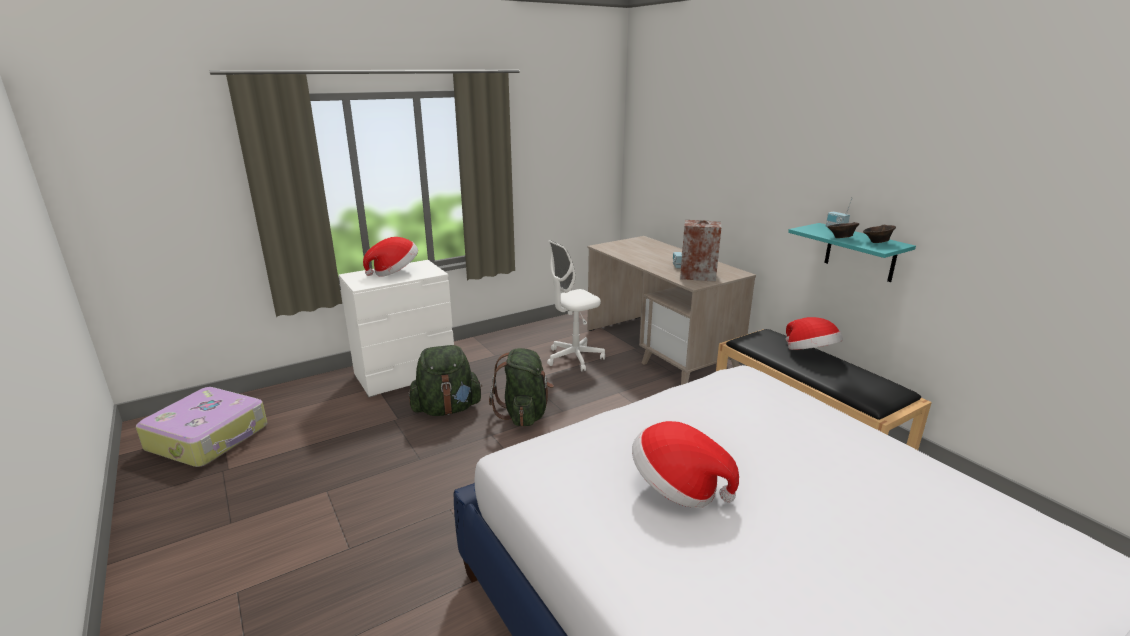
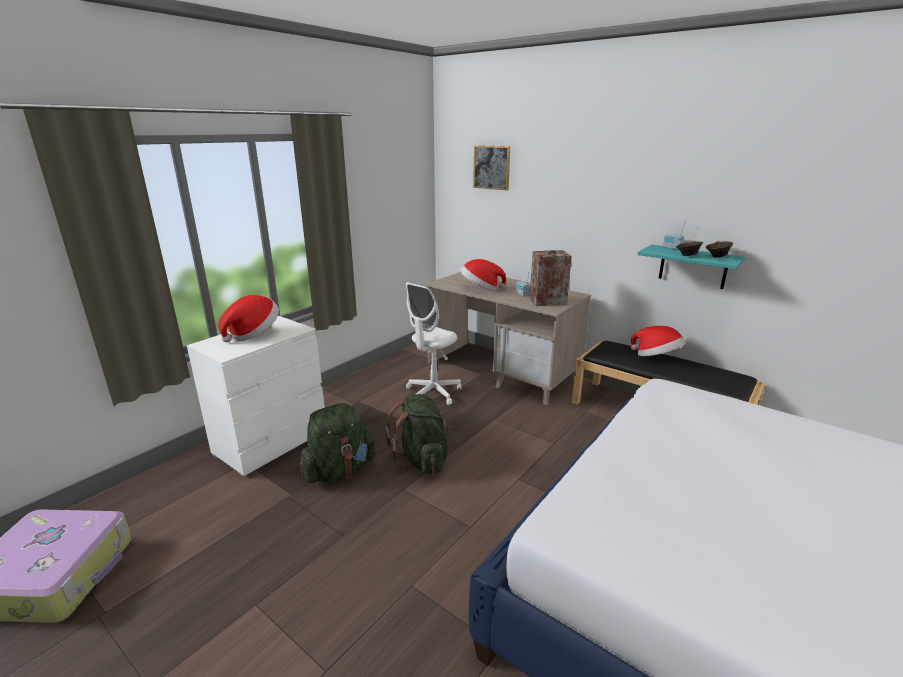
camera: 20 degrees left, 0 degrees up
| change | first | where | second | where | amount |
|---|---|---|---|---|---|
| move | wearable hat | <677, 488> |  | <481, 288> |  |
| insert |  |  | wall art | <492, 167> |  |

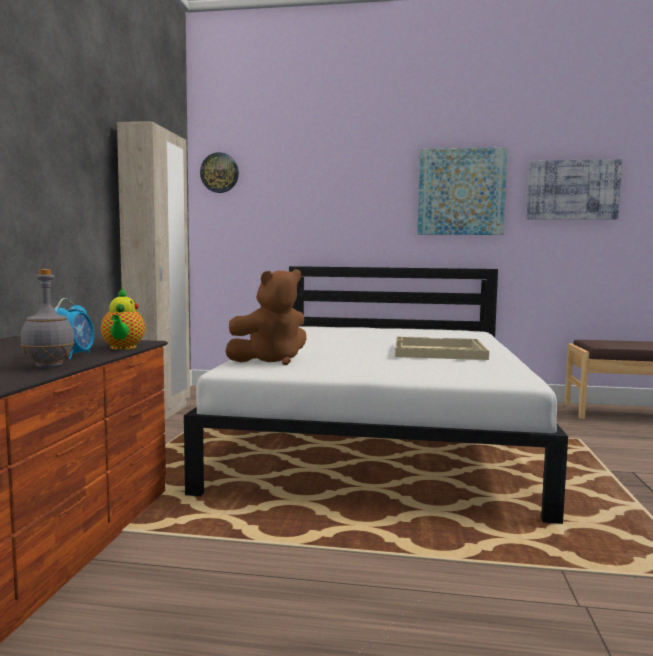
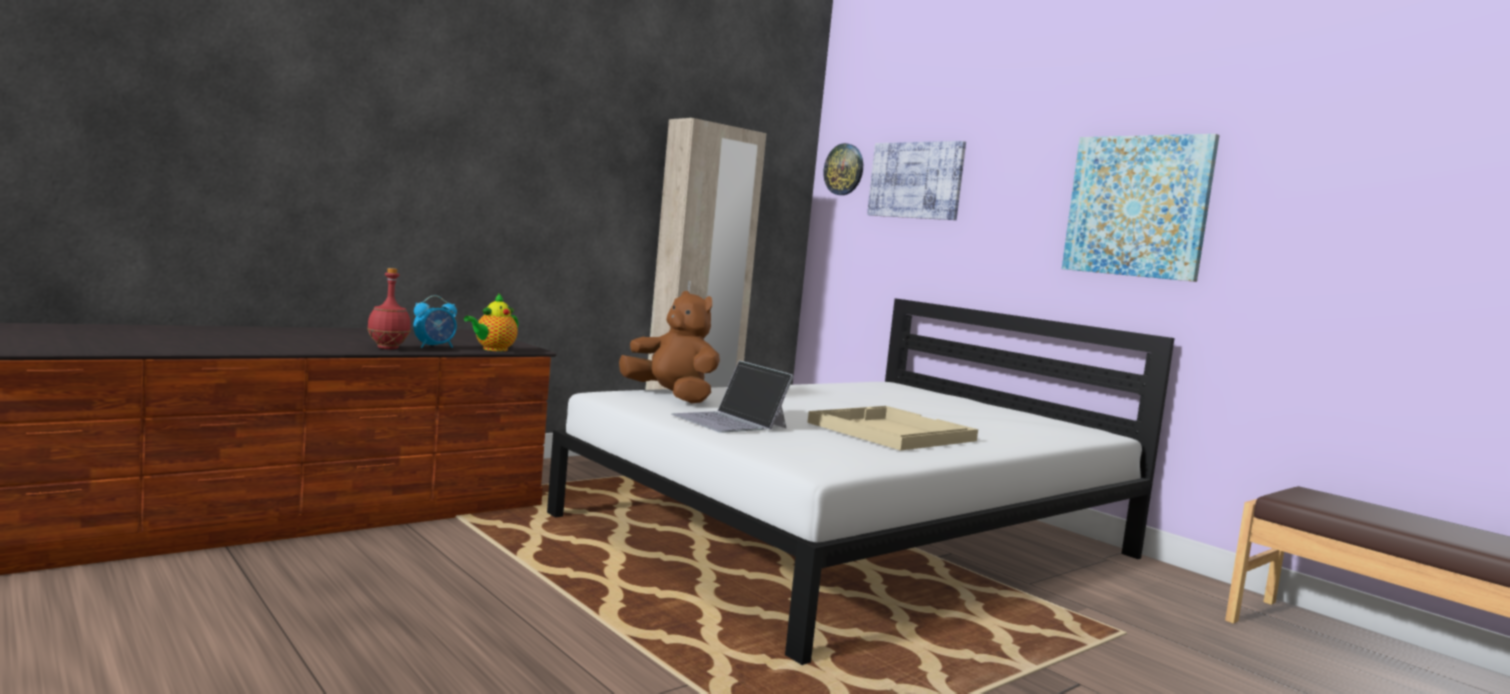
camera: 40 degrees right, 0 degrees up
| change | first | where | second | where | amount |
|---|---|---|---|---|---|
| recolor | greyish bottle | <48, 366> | reddish bottle | <387, 348> |  |
| rotate | brownish soft toy | <271, 361> |  | <671, 397> | 150 degrees counterclockwise |
| insert |  |  | notebook computer | <730, 421> |  |
| move | wall art | <572, 190> |  | <916, 180> |  |

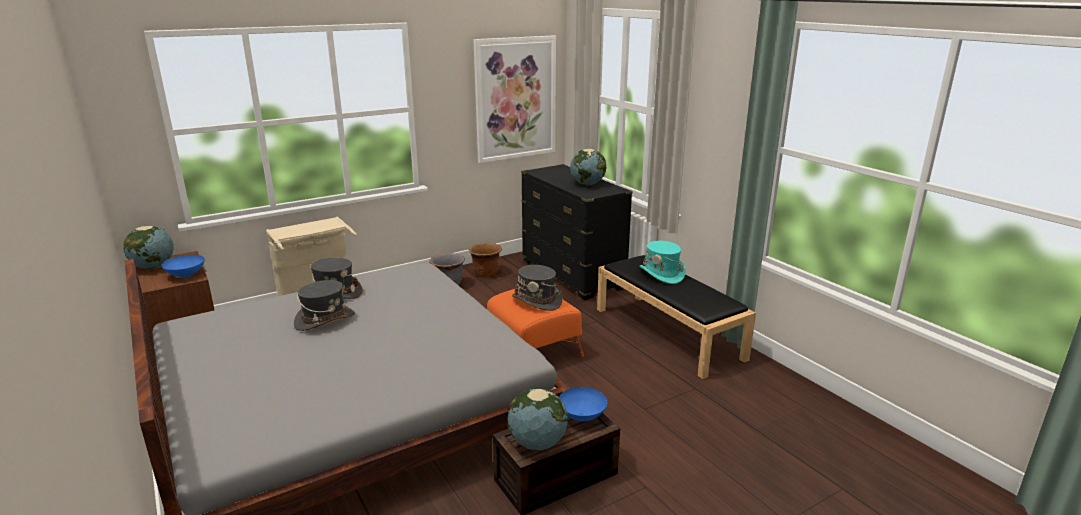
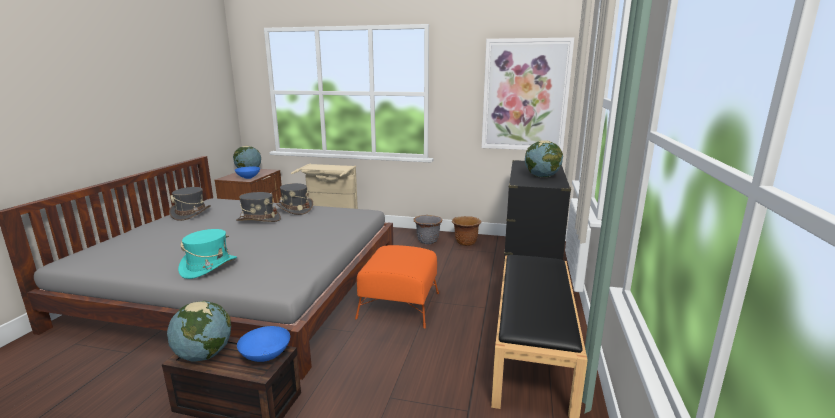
camera: 45 degrees right, 5 degrees down
| change | first | where | second | where | amount |
|---|---|---|---|---|---|
| move | greyish wearable hat | <537, 300> |  | <191, 214> |  |
| move | turquoise-coloured wearable hat | <662, 274> |  | <209, 267> |  |

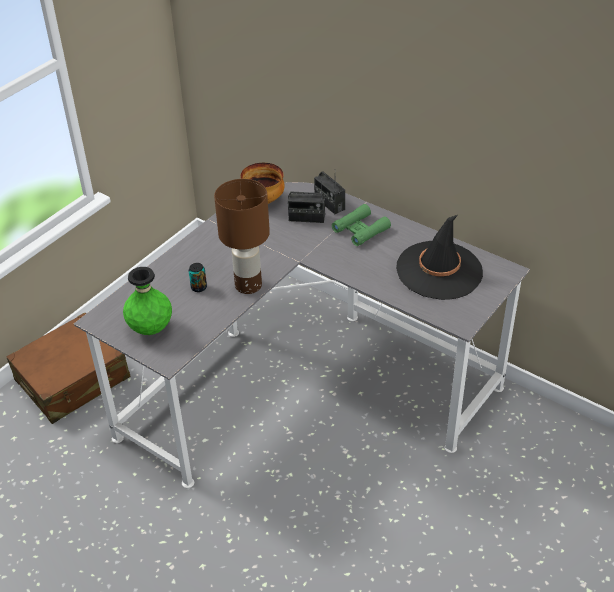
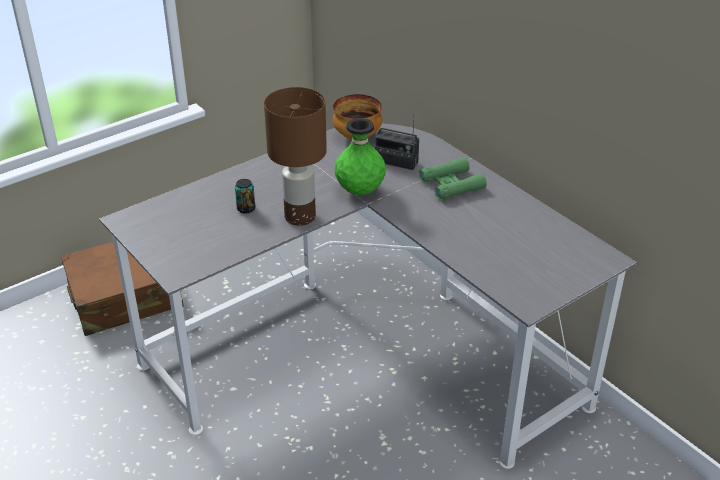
camera: 15 degrees right, 5 degrees down
| change | first | where | second | where | amount |
|---|---|---|---|---|---|
| move | green flower vase | <151, 329> |  | <360, 191> |  |
| delete | radio receiver | <329, 203> |  |  |  |
| delete | black wearable hat | <439, 270> |  |  |  |

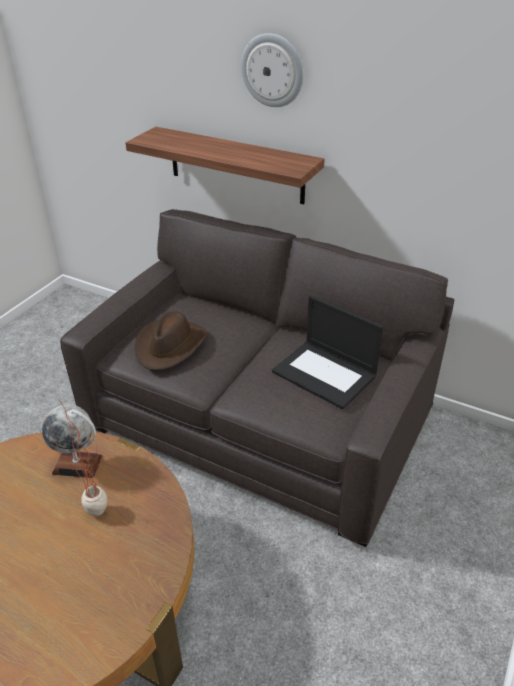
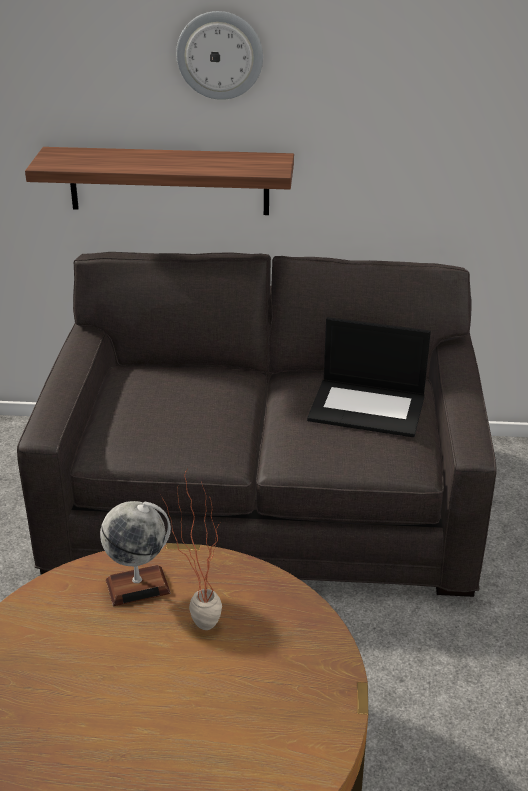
camera: 25 degrees left, 5 degrees down
| change | first | where | second | where | amount |
|---|---|---|---|---|---|
| delete | brownish wearable hat | <171, 346> |  |  |  |

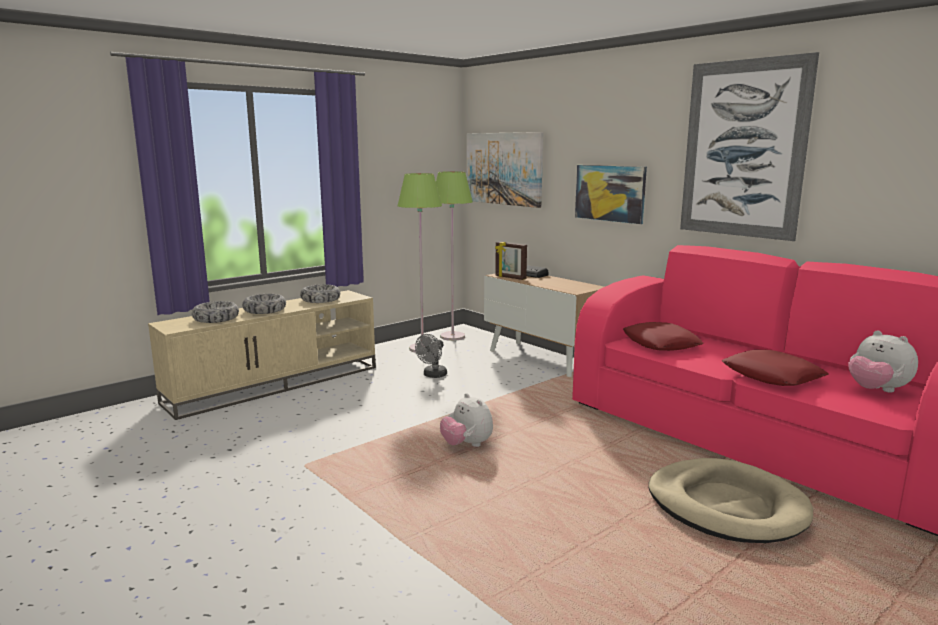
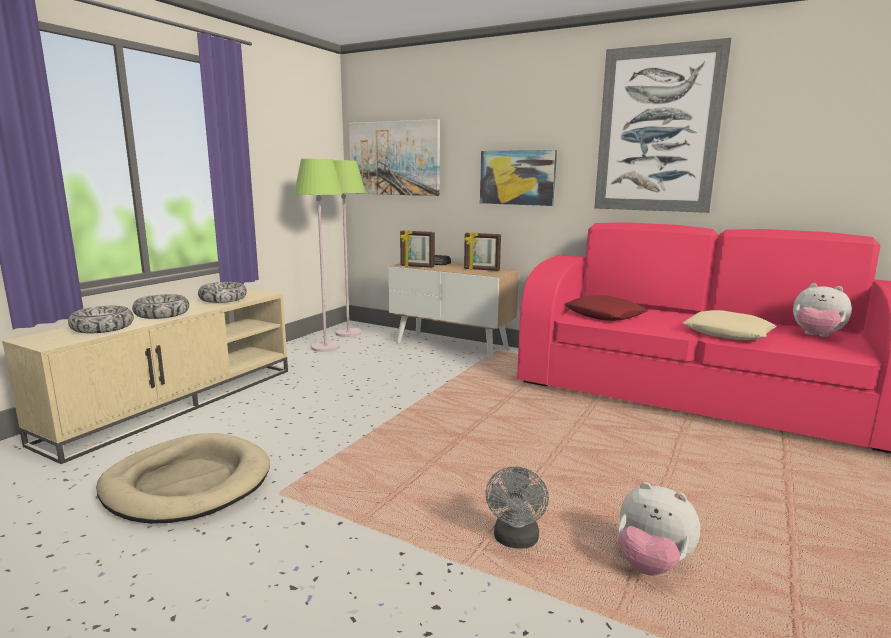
camera: 20 degrees left, 0 degrees up
| change | first | where | second | where | amount |
|---|---|---|---|---|---|
| move | beige pet bed | <726, 506> |  | <187, 483> |  |
| insert |  |  | picture frame | <481, 270> |  |
| move | greyish fan | <433, 375> |  | <515, 540> |  |
| move | soft toy | <467, 445> |  | <651, 564> |  |
| recolor | reddish cushion | <772, 376> | beige cushion | <727, 333> |  |

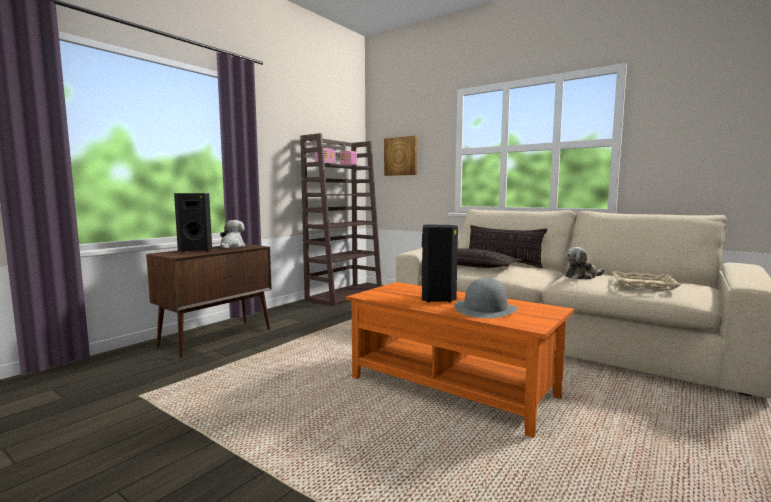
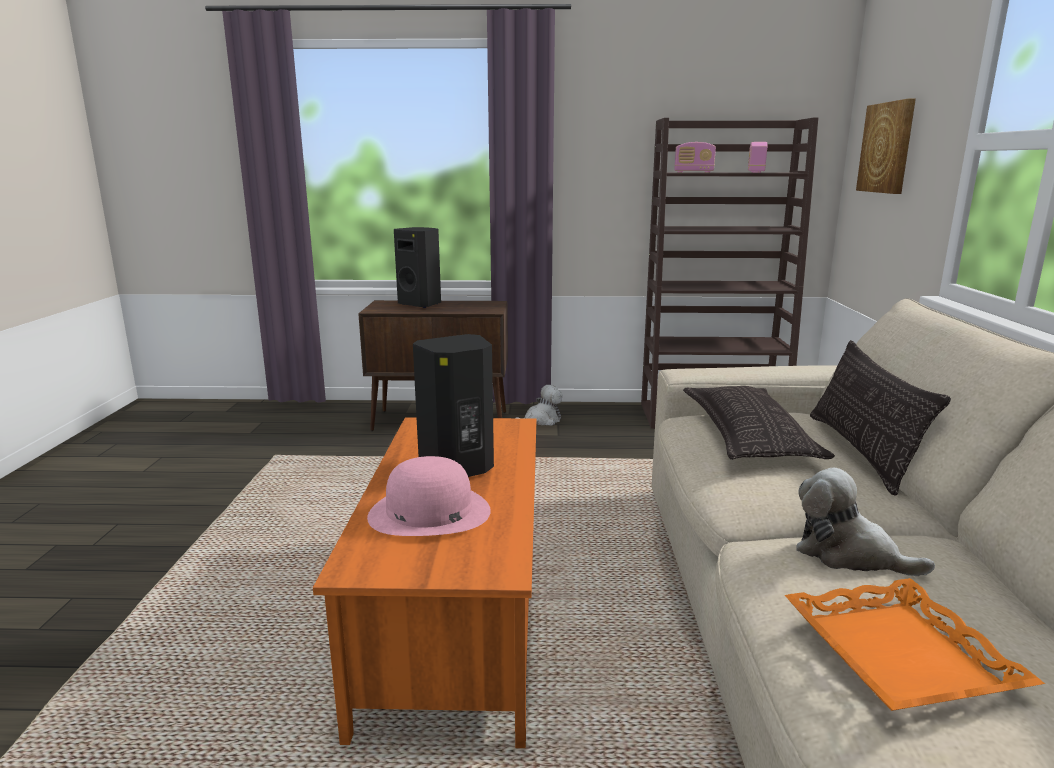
camera: 55 degrees right, 10 degrees up
| change | first | where | second | where | amount |
|---|---|---|---|---|---|
| recolor | greyish wearable hat | <485, 309> | pink wearable hat | <429, 512> |  |
| move | soft toy | <232, 246> |  | <541, 420> |  |
| recolor | beige carrying tray | <643, 284> | orange carrying tray | <900, 654> |  |

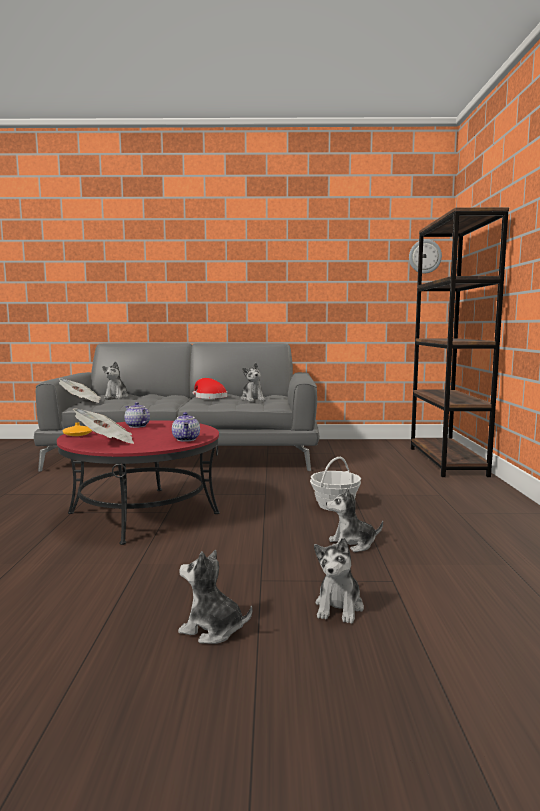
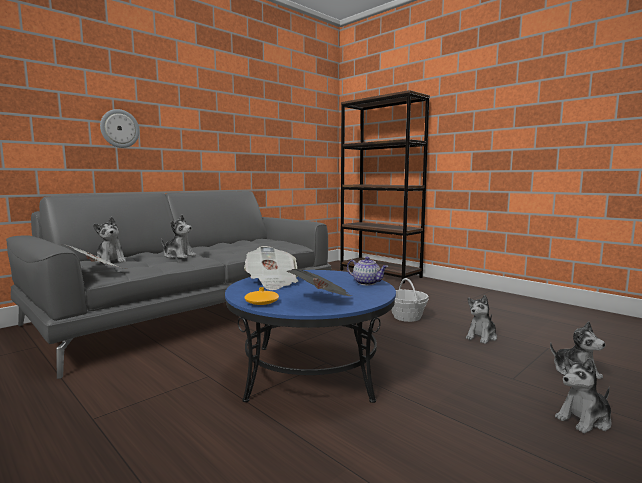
camera: 45 degrees left, 0 degrees up
| change | first | where | second | where | amount |
|---|---|---|---|---|---|
| move | clock on the wall | <424, 256> |  | <119, 128> |  |
| move | soft toy | <252, 399> |  | <179, 256> |  |
| recolor | reddish coffee table | <144, 513> | blue coffee table | <311, 371> |  |
| replace | teapot | <136, 426> | newspaper | <272, 282> |  |
| delete | reddish wearable hat | <209, 397> |  |  |  |

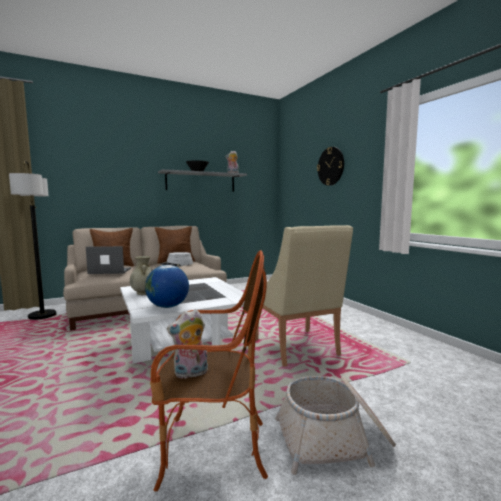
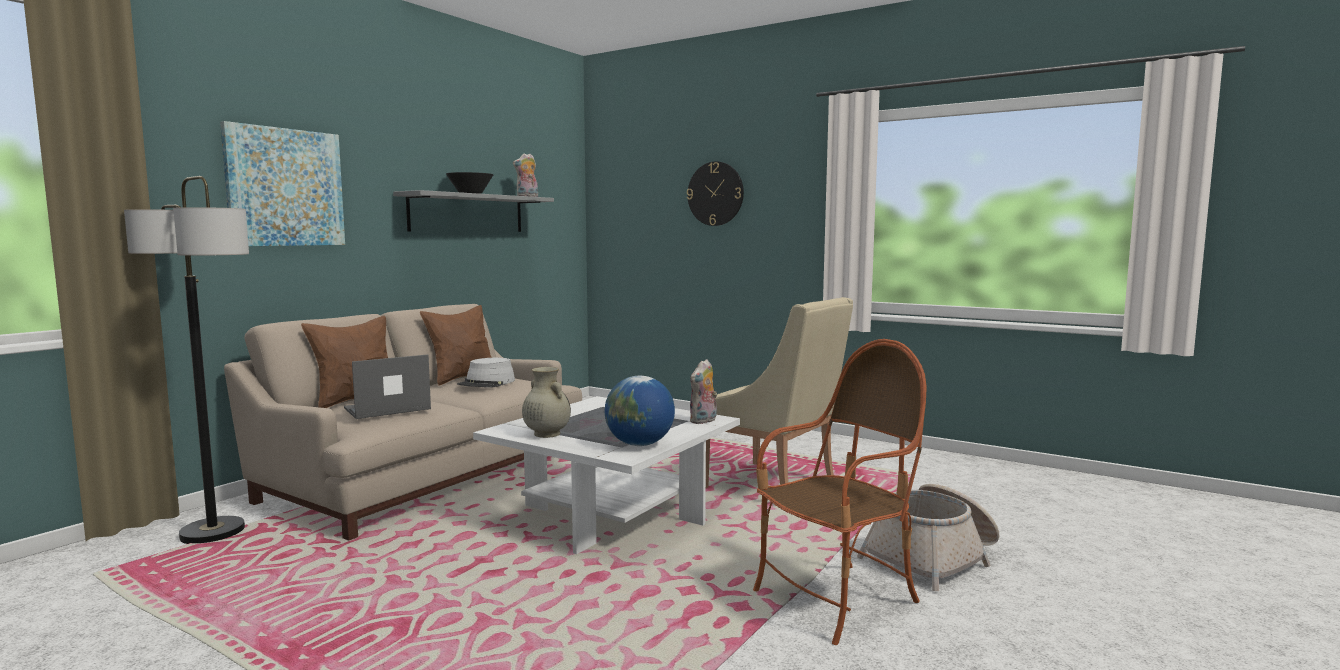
camera: 30 degrees left, 0 degrees up
| change | first | where | second | where | amount |
|---|---|---|---|---|---|
| insert |  |  | wall art | <285, 187> |  |
| move | soft toy | <190, 374> |  | <704, 421> |  |

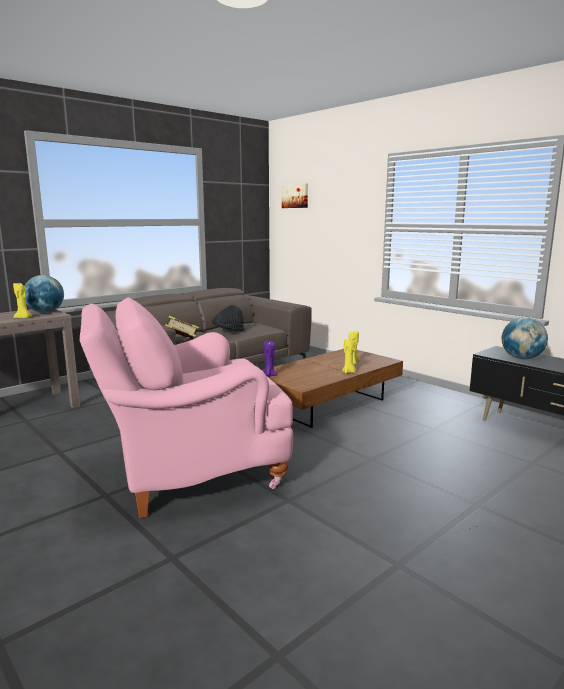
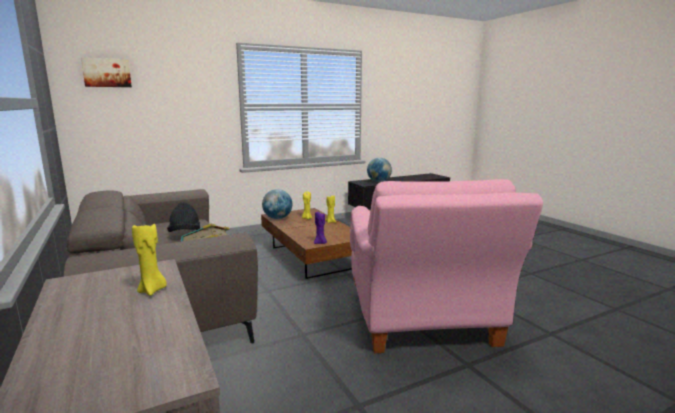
camera: 75 degrees left, 0 degrees up
| change | first | where | second | where | amount |
|---|---|---|---|---|---|
| move | world globe | <46, 312> |  | <277, 218> |  |

